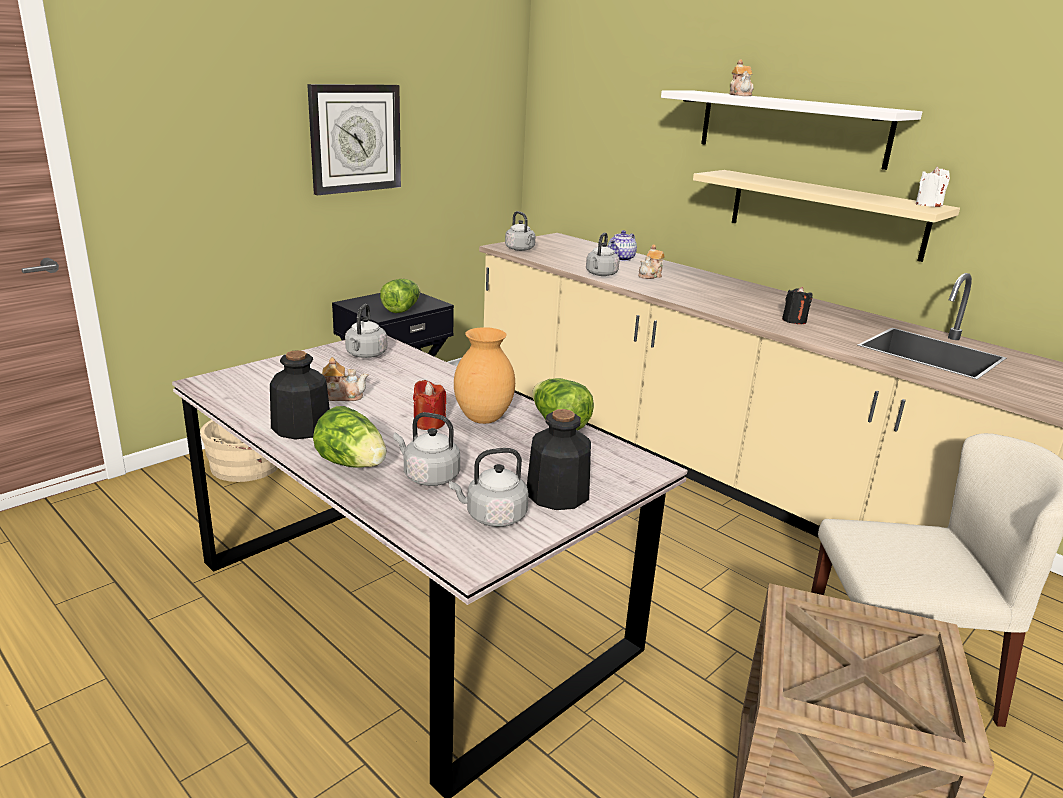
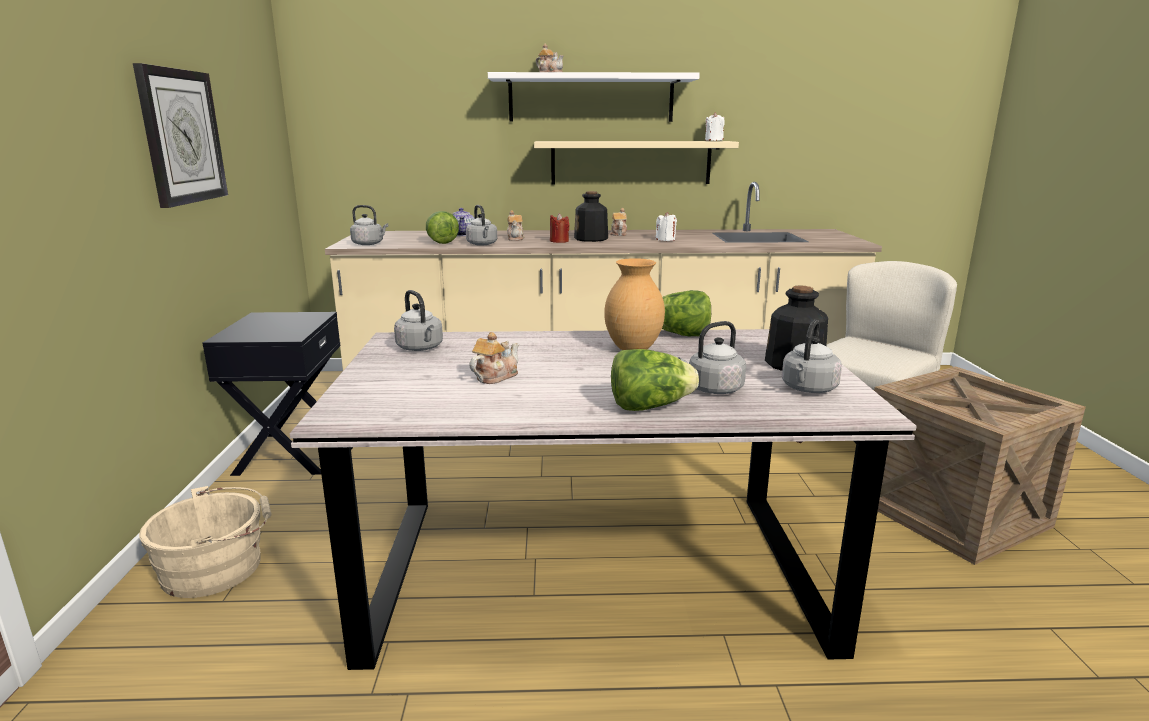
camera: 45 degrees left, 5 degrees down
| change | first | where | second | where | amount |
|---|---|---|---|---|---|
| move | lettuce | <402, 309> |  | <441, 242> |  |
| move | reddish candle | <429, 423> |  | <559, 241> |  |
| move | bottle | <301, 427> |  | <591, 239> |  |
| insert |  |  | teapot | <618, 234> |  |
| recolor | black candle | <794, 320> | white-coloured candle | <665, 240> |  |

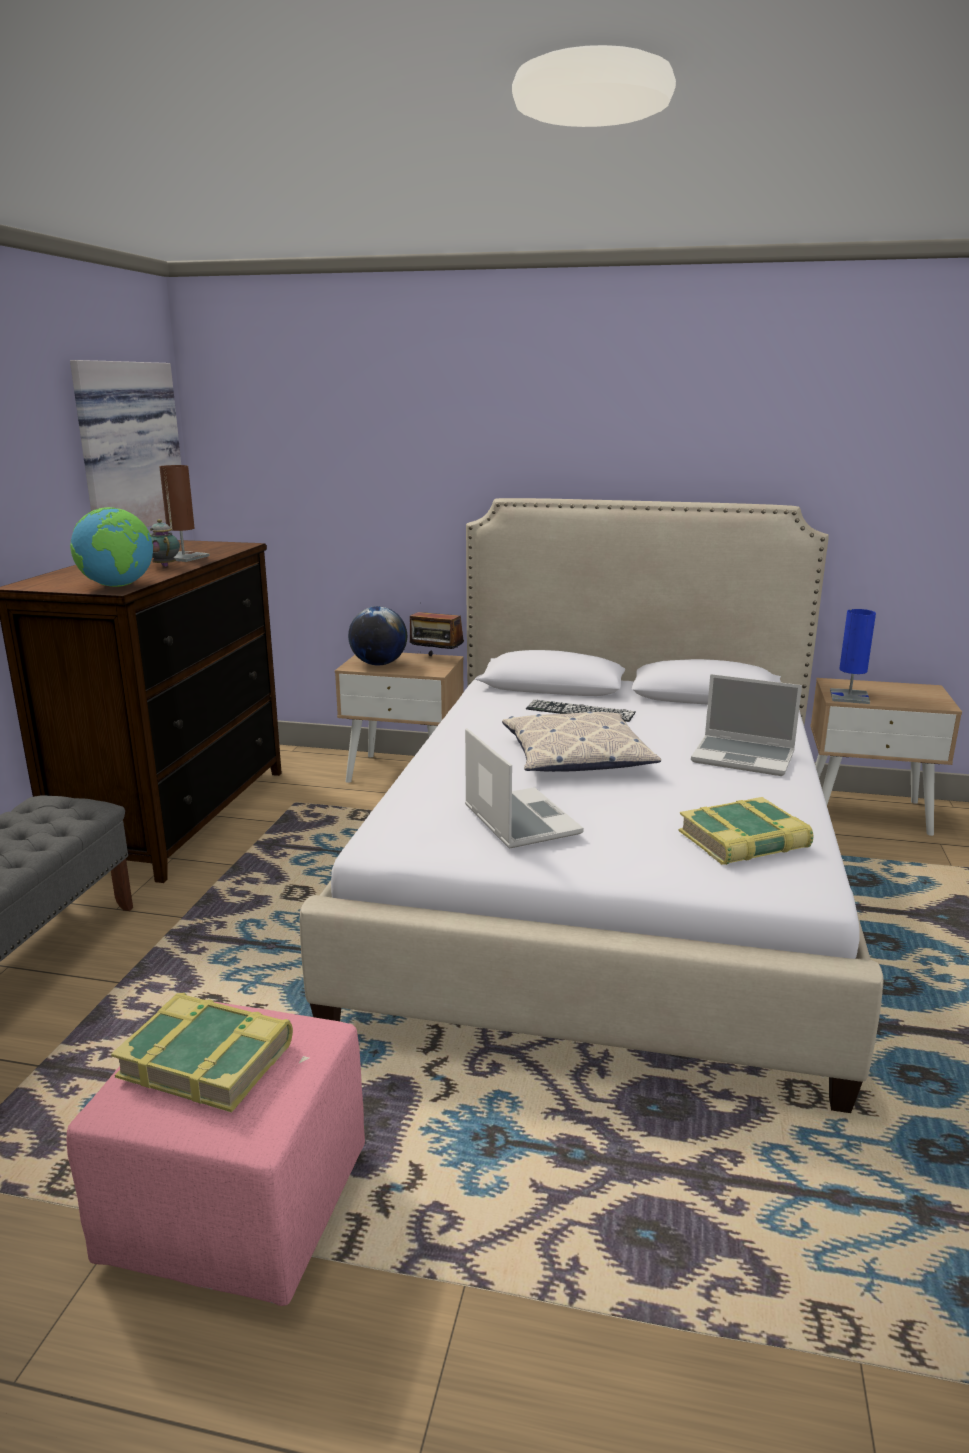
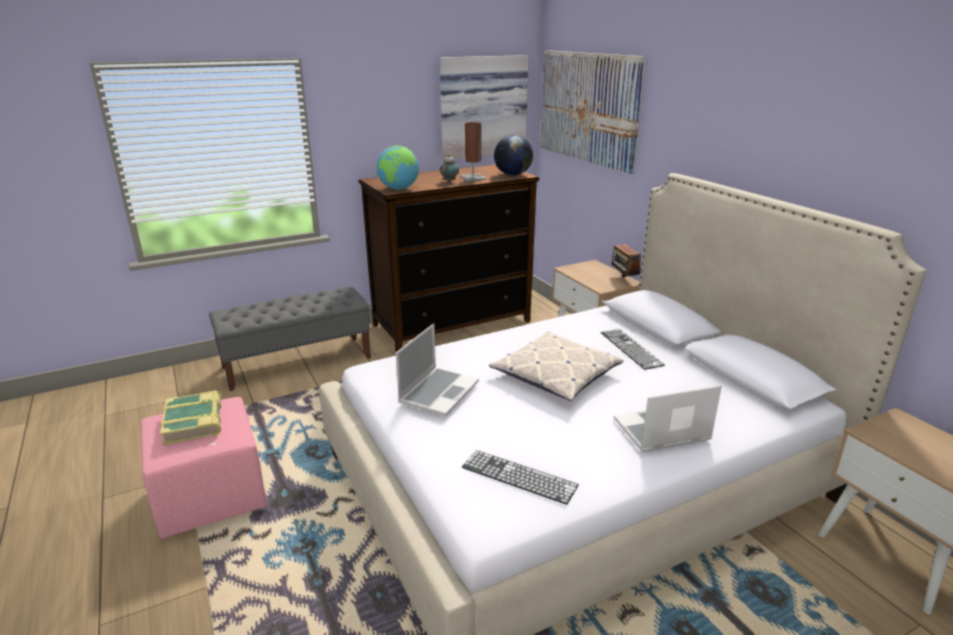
camera: 50 degrees right, 5 degrees up
| change | first | where | second | where | amount |
|---|---|---|---|---|---|
| replace | bound book | <744, 841> | PC keyboard | <518, 476> |  |
| move | world globe | <379, 664> |  | <513, 175> |  |
| insert |  |  | wall art | <588, 108> |  |
| rotate | notebook computer | <744, 757> |  | <661, 431> | 90 degrees clockwise |
| delete | blue lamp for a table | <849, 697> |  |  |  |

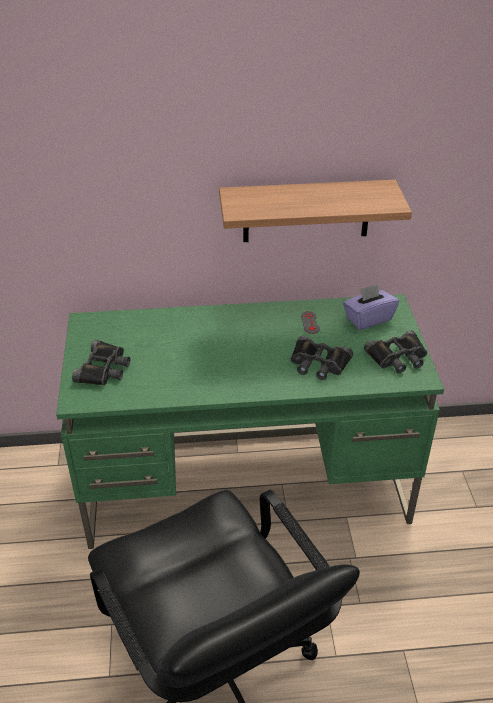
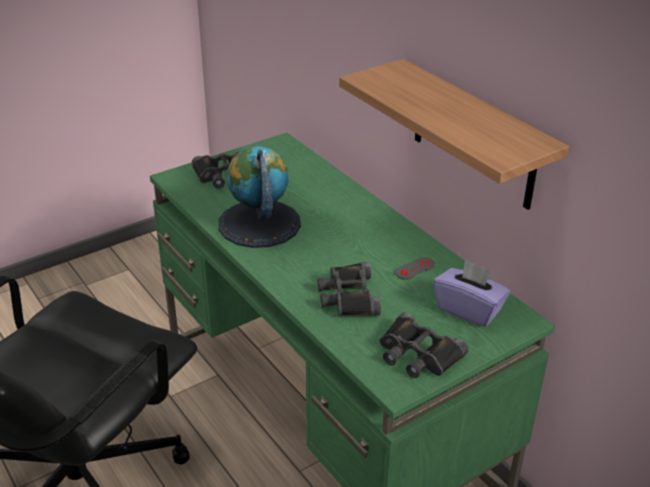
camera: 60 degrees right, 5 degrees down
| change | first | where | second | where | amount |
|---|---|---|---|---|---|
| insert |  |  | world globe | <259, 223> |  |

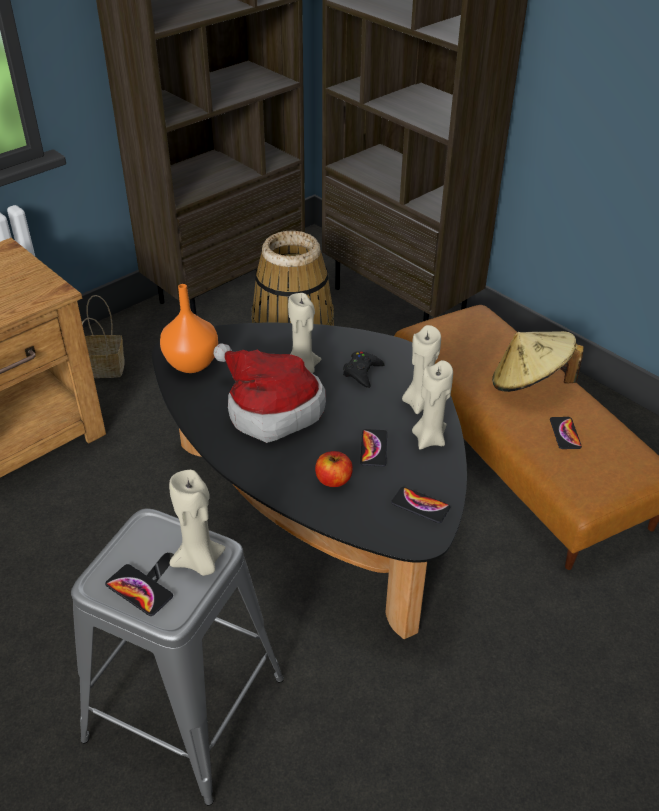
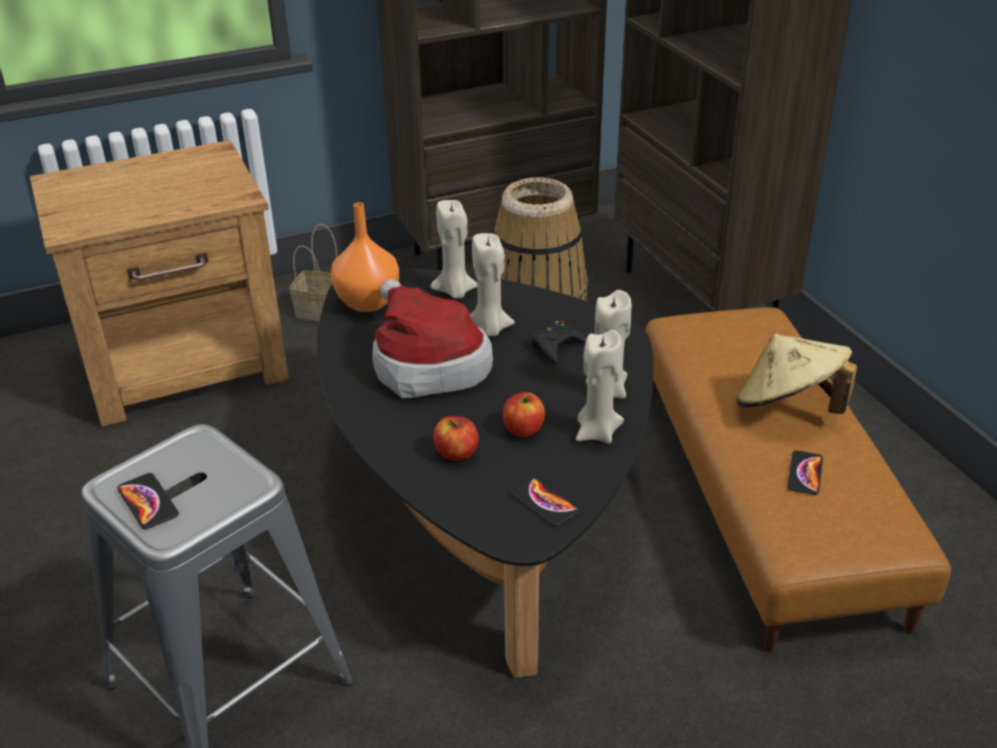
camera: 20 degrees right, 5 degrees down
| change | first | where | second | where | amount |
|---|---|---|---|---|---|
| move | beige candle | <199, 562> |  | <455, 292> |  |
| replace | phone | <373, 448> | apple | <523, 429> |  |

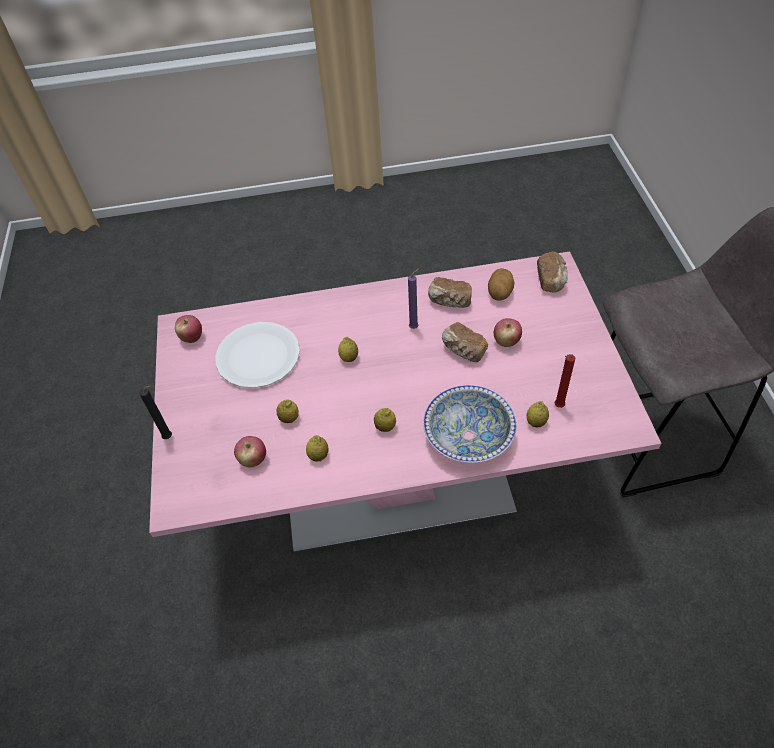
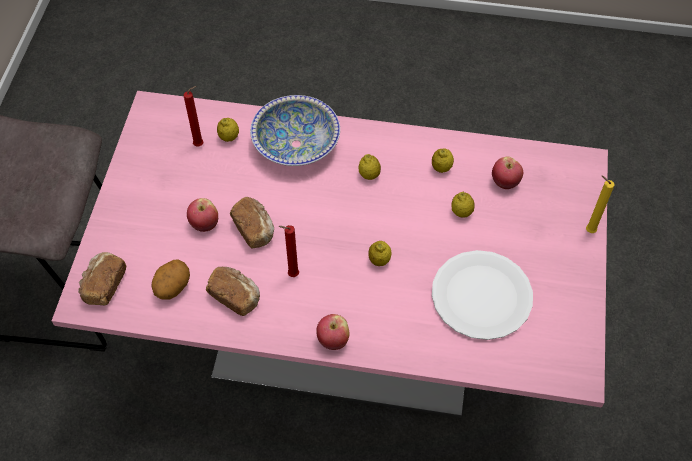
camera: 165 degrees left, 5 degrees up
| change | first | where | second | where | amount |
|---|---|---|---|---|---|
| recolor | purple-coloured candle | <415, 327> | reddish candle | <291, 275> |  |
| move | apple | <192, 338> |  | <333, 340> |  |
| recolor | black candle | <169, 437> | yellow candle | <588, 230> |  |

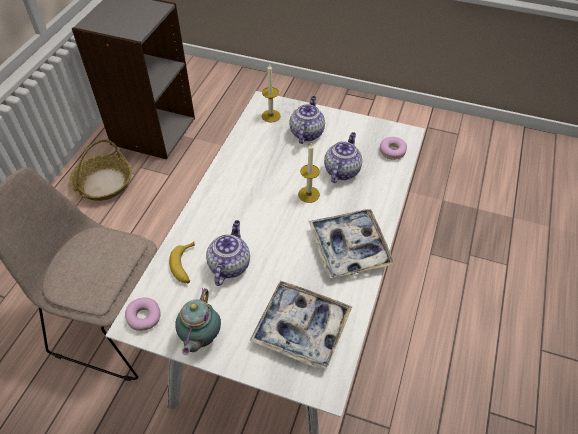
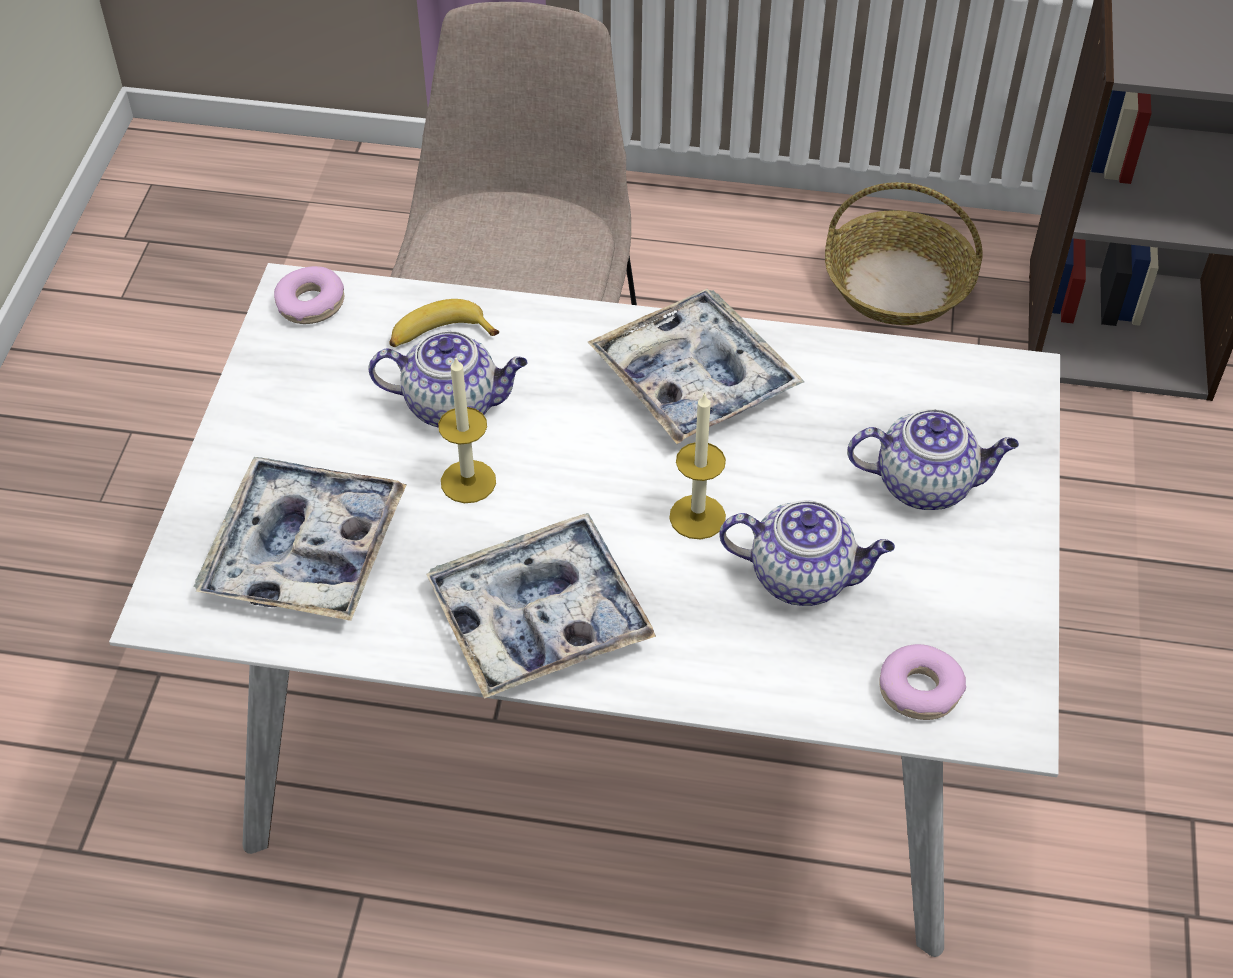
camera: 80 degrees right, 0 degrees up
| change | first | where | second | where | amount |
|---|---|---|---|---|---|
| move | candle | <271, 116> |  | <468, 481> |  |
| insert |  |  | carrying tray | <694, 379> |  |
| delete | teapot | <200, 339> |  |  |  |

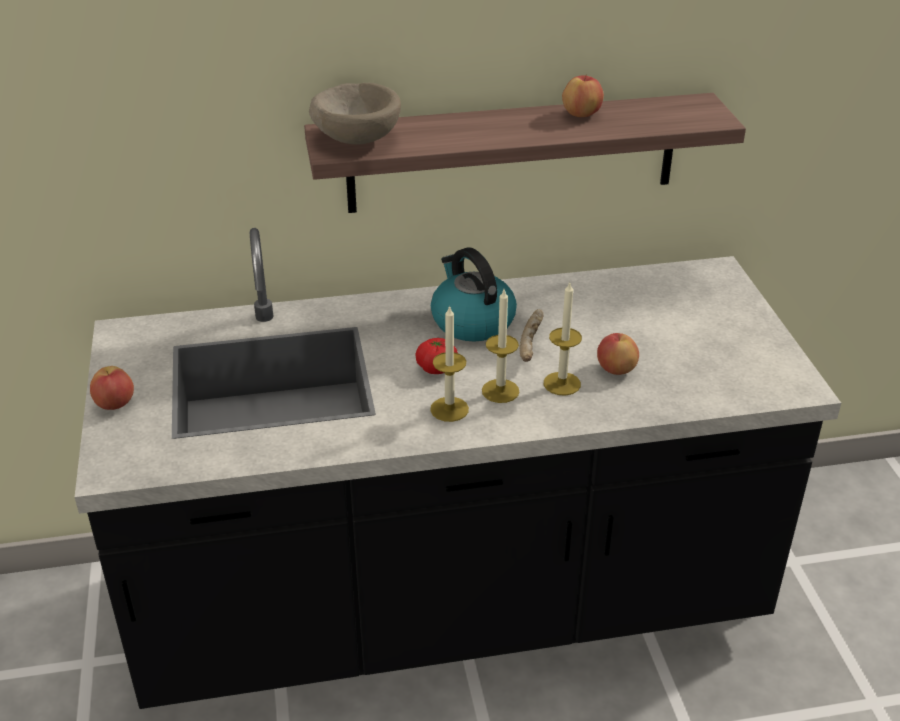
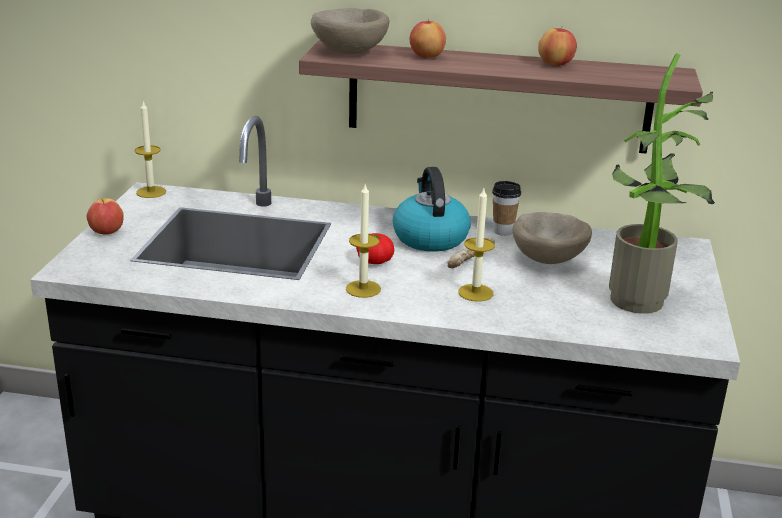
camera: 20 degrees right, 10 degrees down
| change | first | where | second | where | amount |
|---|---|---|---|---|---|
| move | candle | <500, 391> |  | <151, 192> |  |
| move | apple | <615, 369> |  | <427, 56> |  |
| insert |  |  | cup | <503, 231> |  |
| insert |  |  | beige serving bowl | <550, 258> |  |
| insert |  |  | houseplant | <643, 304> |  |

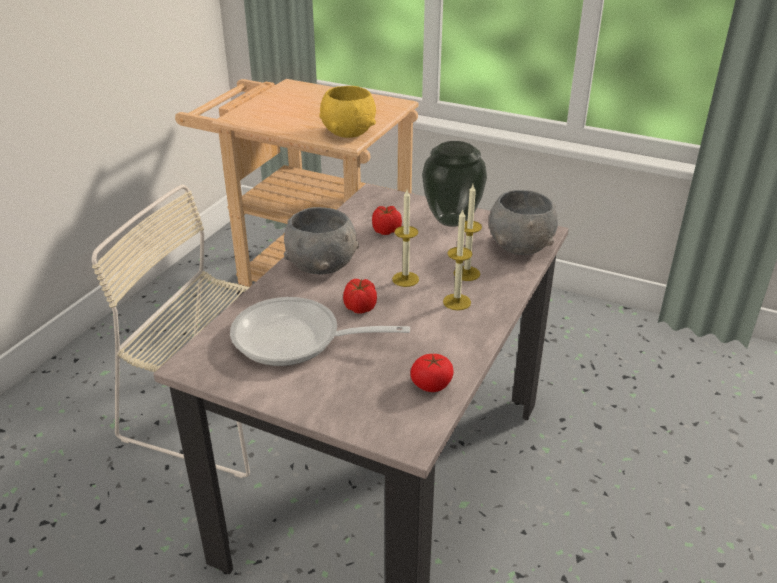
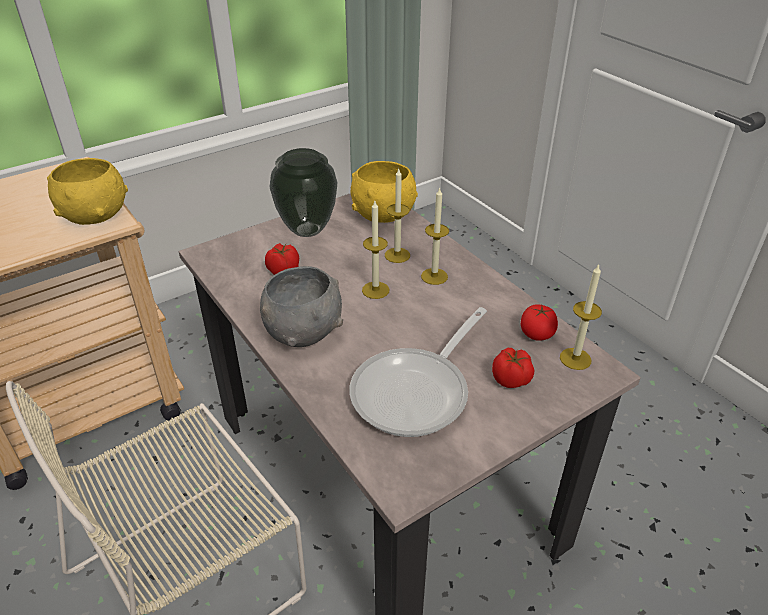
camera: 60 degrees left, 5 degrees up
| change | first | where | second | where | amount |
|---|---|---|---|---|---|
| recolor | greyish serving bowl | <519, 247> | yellow serving bowl | <383, 215> |  |
| move | whole tomato | <360, 308> |  | <511, 380> |  |
| insert |  |  | candle | <575, 359> |  |

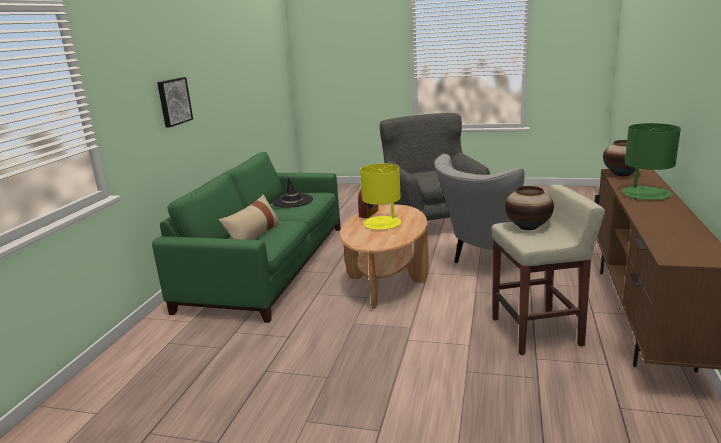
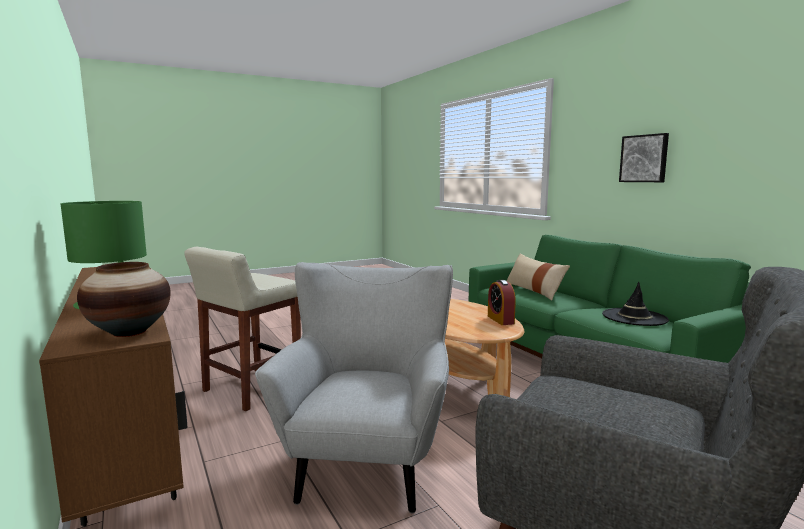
camera: 135 degrees right, 10 degrees down
| change | first | where | second | where | amount |
|---|---|---|---|---|---|
| delete | yellow lamp for a table | <382, 224> |  |  |  |
| delete | flower vase | <528, 227> |  |  |  |

